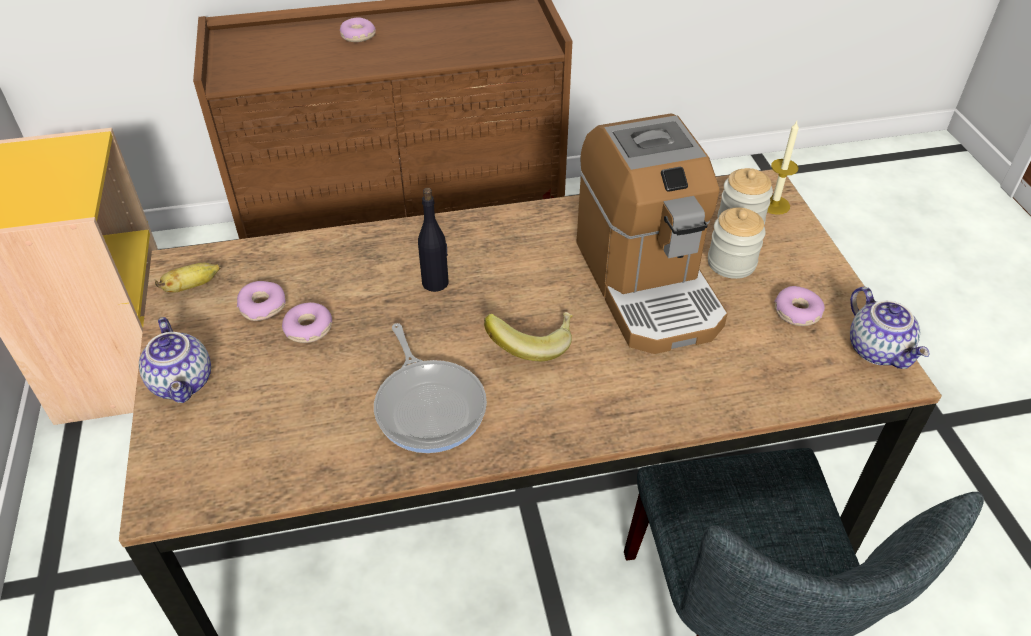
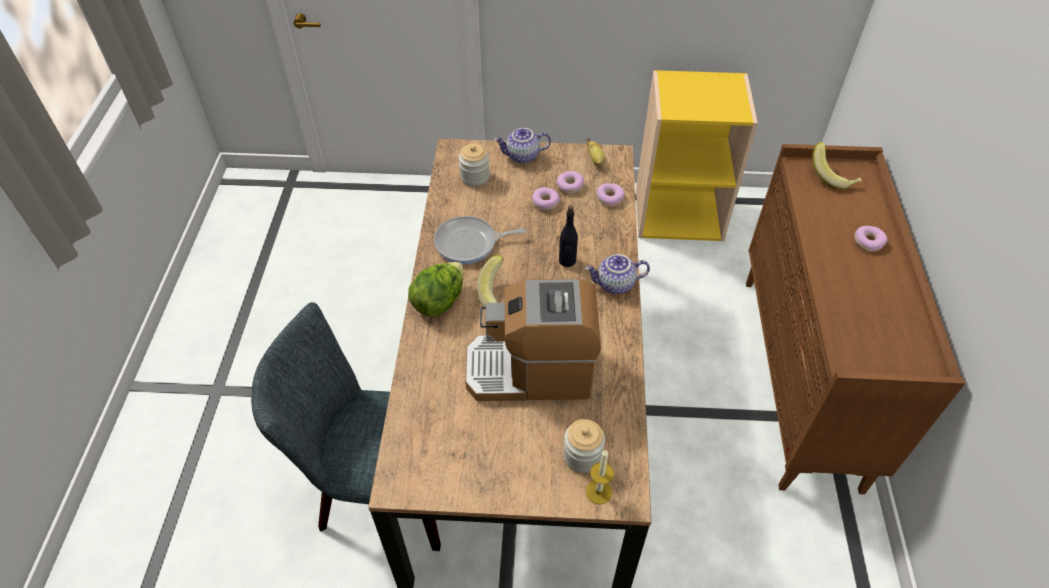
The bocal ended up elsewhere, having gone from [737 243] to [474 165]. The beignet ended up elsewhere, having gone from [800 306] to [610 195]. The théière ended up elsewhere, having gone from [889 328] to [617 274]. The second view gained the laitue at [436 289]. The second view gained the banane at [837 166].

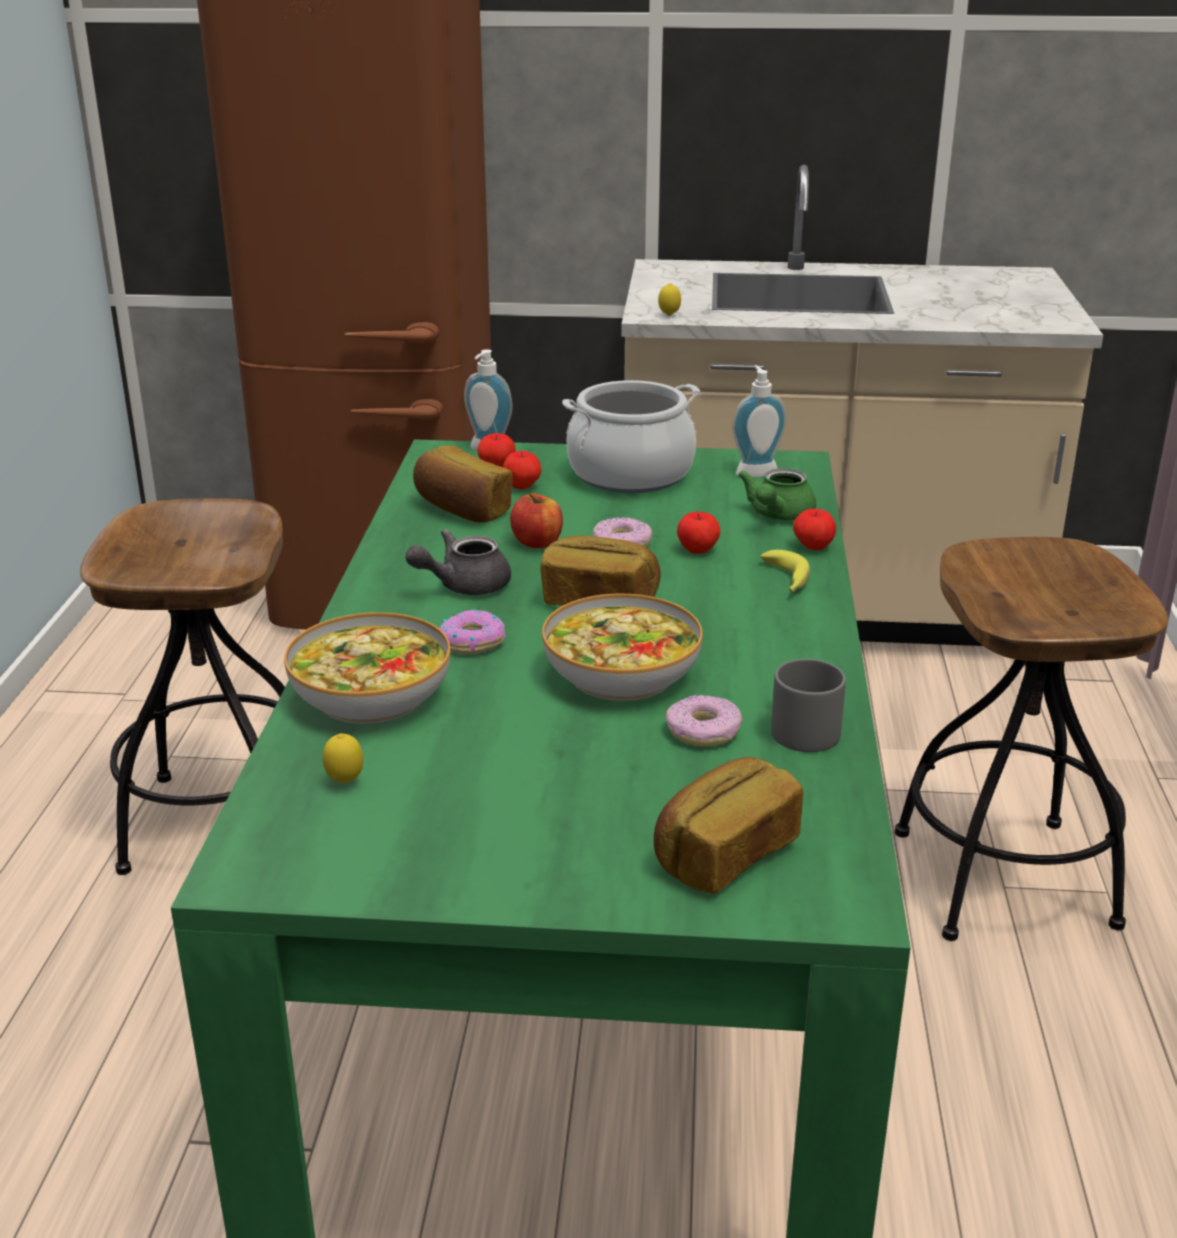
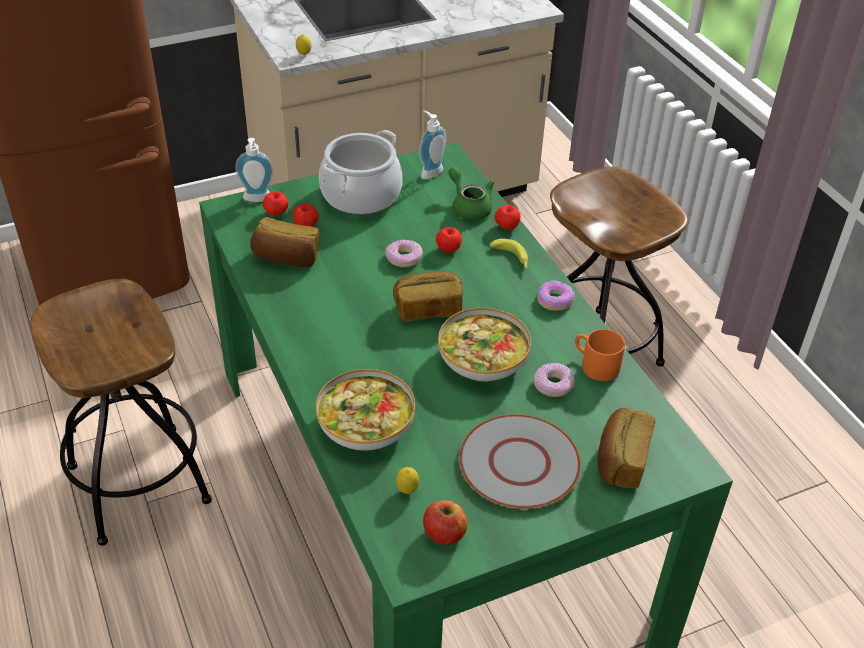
The second view lost the théière [gris] at [458 562]. The beignet ended up elsewhere, having gone from [472 631] to [556 295]. The pomme ended up elsewhere, having gone from [536 520] to [445 522]. The théière [vert] at [777 494] ended up facing another way, 150 degrees clockwise from before. What was the mug [gris] at [808 705] turned into the mug [orange] at [600 355]. The second view gained the assiette [gris] at [520 461].

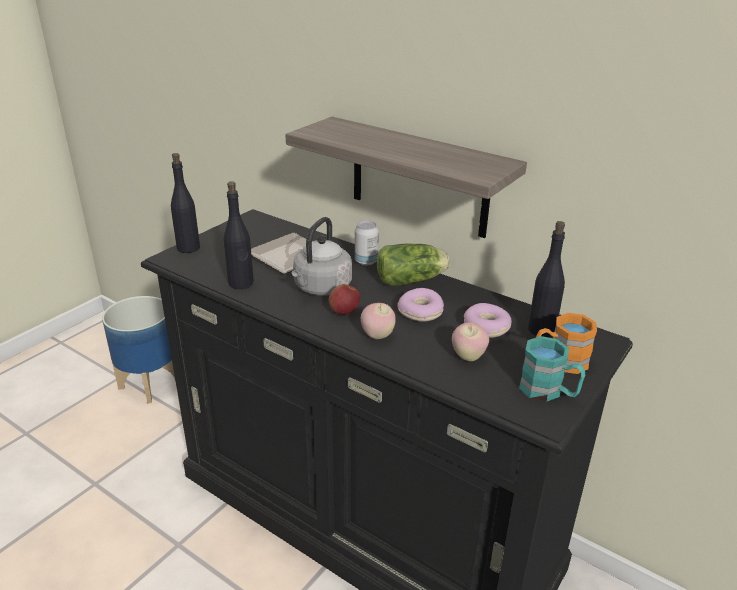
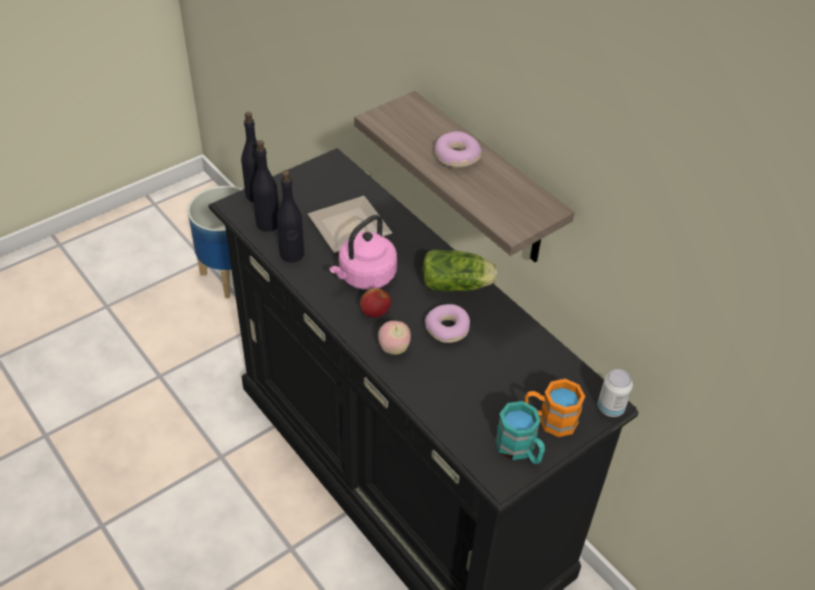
What was the bouilloire [gris] at [322 256] turned into the bouilloire [rose] at [363 252]. The boîte métallique ended up elsewhere, having gone from [367 243] to [615 393]. The second view lost the pomme at [470 341]. The beignet ended up elsewhere, having gone from [487 320] to [458 149]. The bouteille [noir] ended up elsewhere, having gone from [546 279] to [265 186].

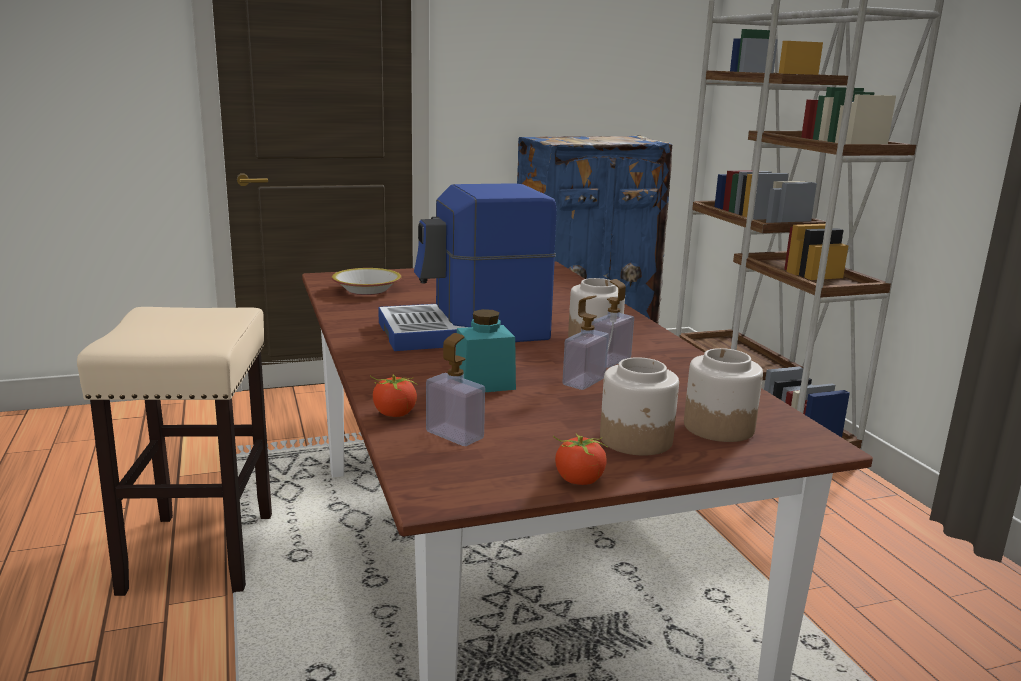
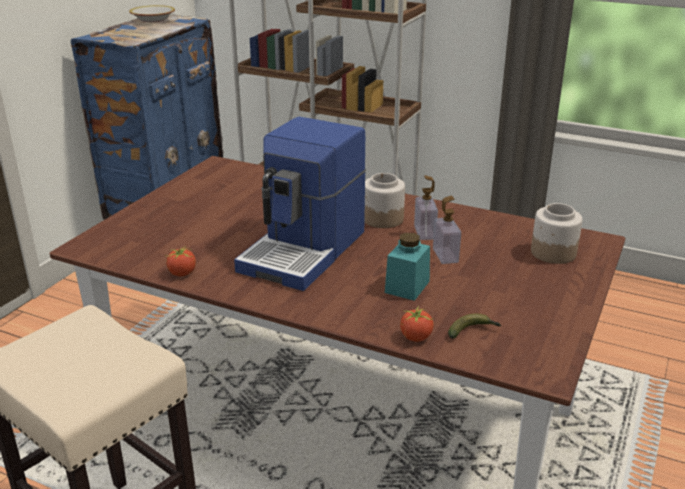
The bol ended up elsewhere, having gone from [367 281] to [152 13]. Where the distributeur de savon stood at [455 389], the banane came to stand at [474 326]. The tomate ended up elsewhere, having gone from [580 459] to [180 261]. The second view lost the bocal at [639 406].

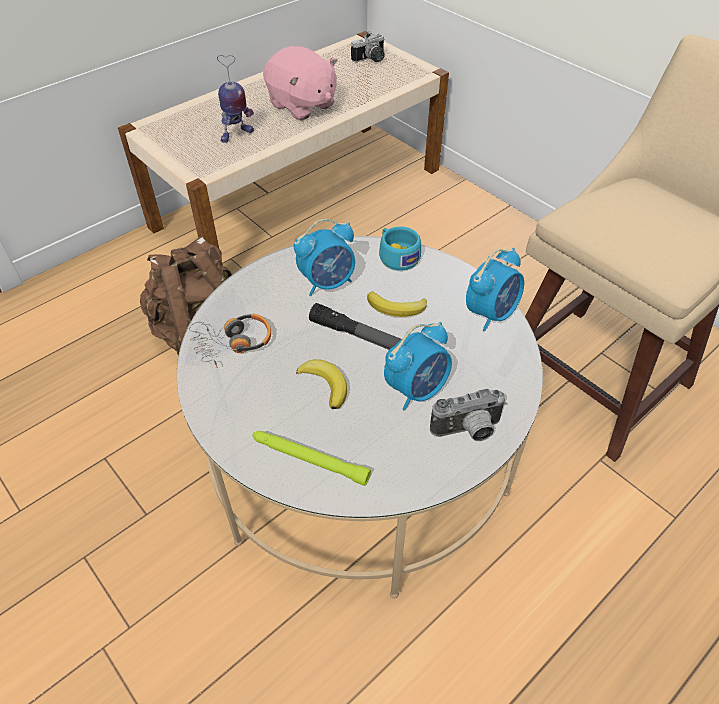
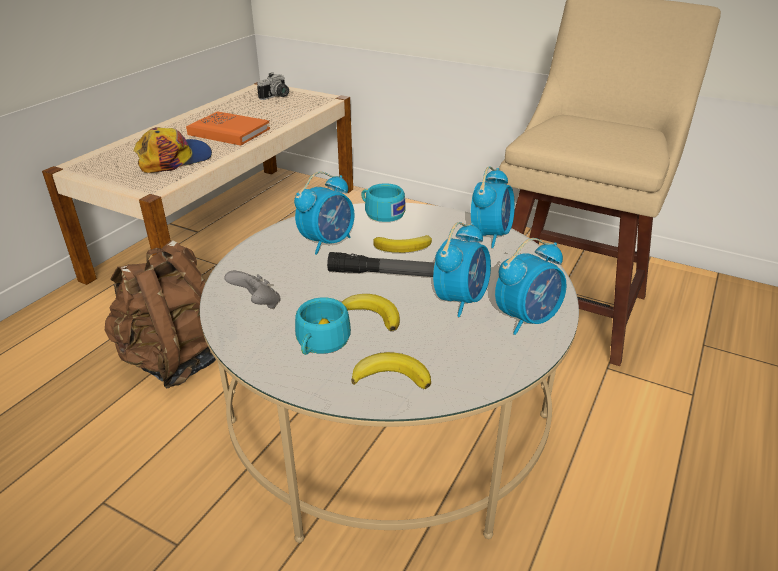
Where the casque audio stood at [230 341], the manette [gris] came to stand at [252 290]. Where the robot jouet stood at [235 99], the casquette came to stand at [173 150]. Where the lampe de poche [vert] stood at [311 458], the banane came to stand at [391 370]. Where the peluche [rose] stood at [300 83], the livre [orange] came to stand at [228 128]. Where the appareil photo stood at [468 415], the réveil came to stand at [531 286]. The second view gained the tasse [turquoise] at [323 326].

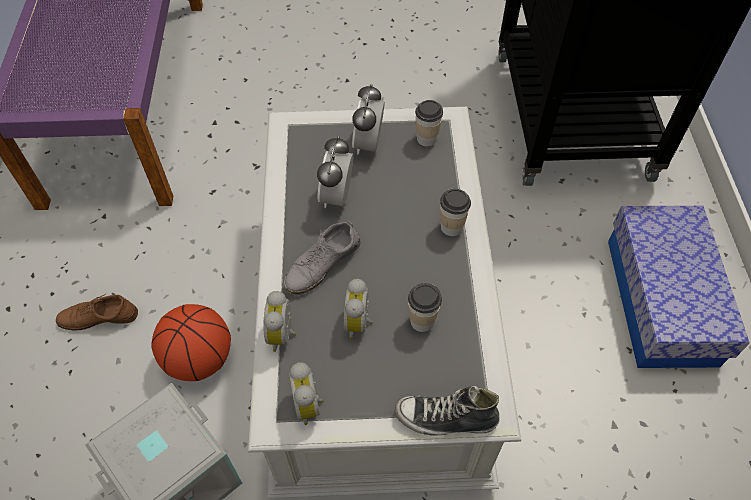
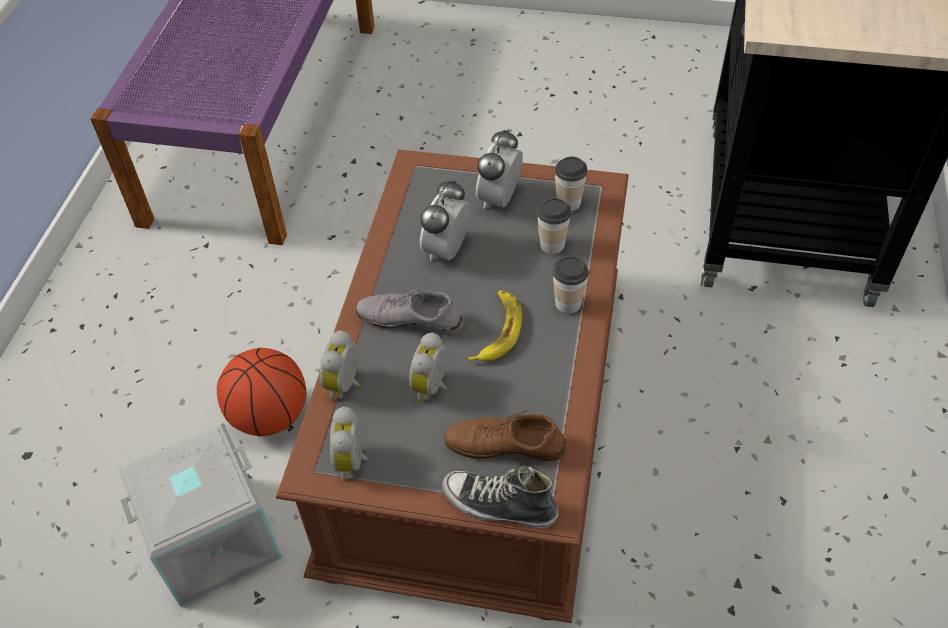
The chaussure [marron] ended up elsewhere, having gone from [97 311] to [505 435]. What was the table basse [blanc] at [384 303] turned into the table basse [marron] at [452 386]. The chaussure [gris] at [322 258] ended up facing another way, 45 degrees clockwise from before. The tasse ended up elsewhere, having gone from [425 307] to [554 226]. The second view lost the boîte de rangement at [678 287]. The second view gained the banane at [495 325].

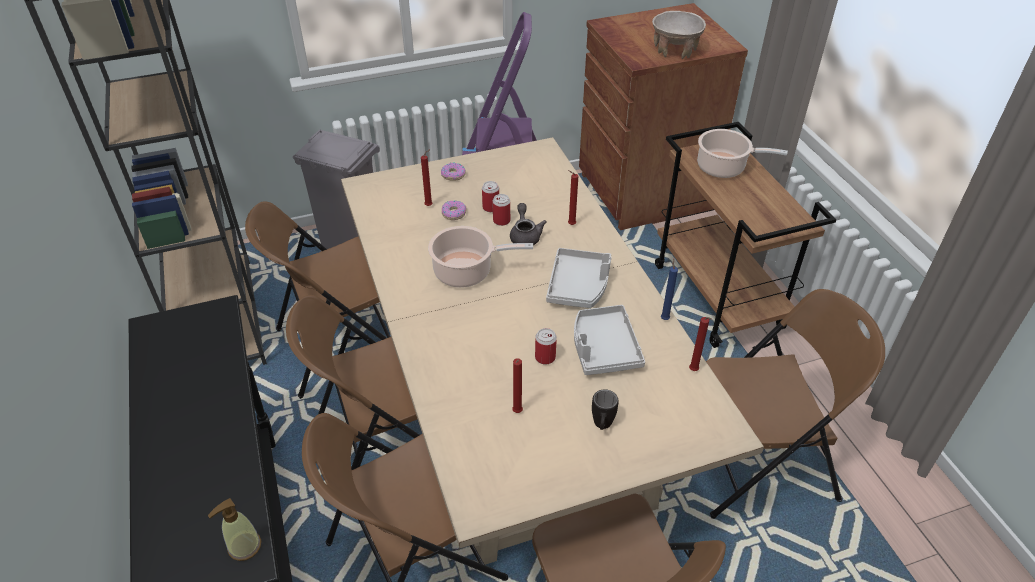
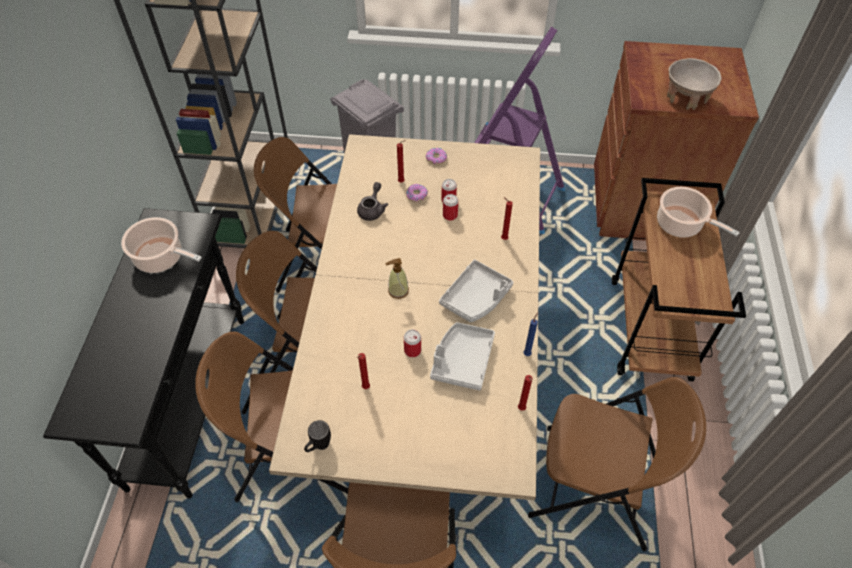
The distributeur de savon ended up elsewhere, having gone from [234 529] to [397 278]. The marmite ended up elsewhere, having gone from [480 257] to [161 245]. The théière [gris] ended up elsewhere, having gone from [528 224] to [372 201]. The mug [noir] ended up elsewhere, having gone from [605 409] to [317 436].

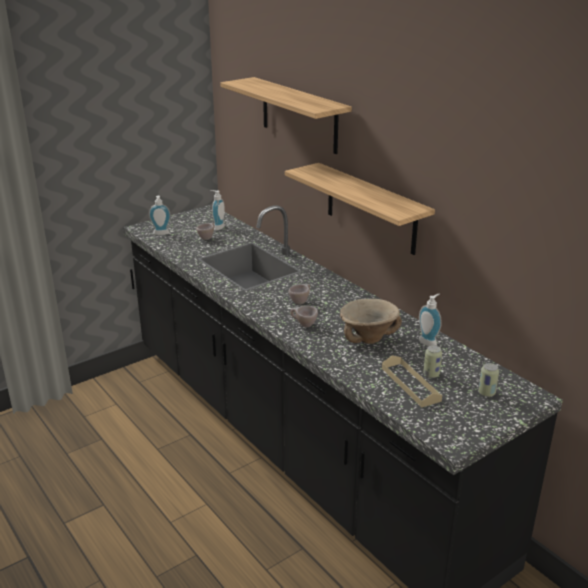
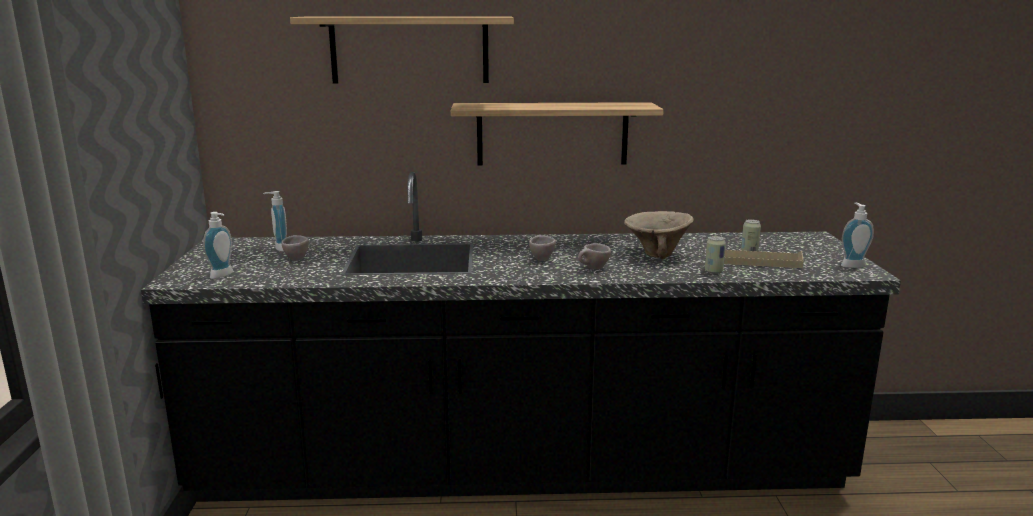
The distributeur de savon ended up elsewhere, having gone from [430 320] to [857 235]. The boîte métallique ended up elsewhere, having gone from [488 380] to [715 255].

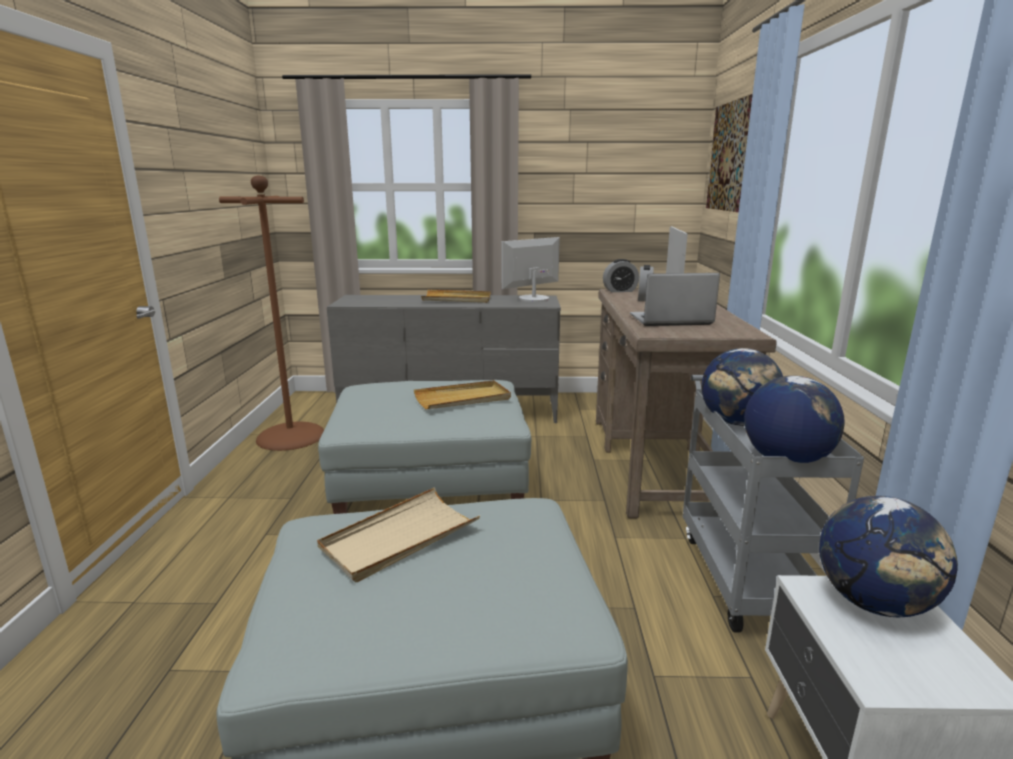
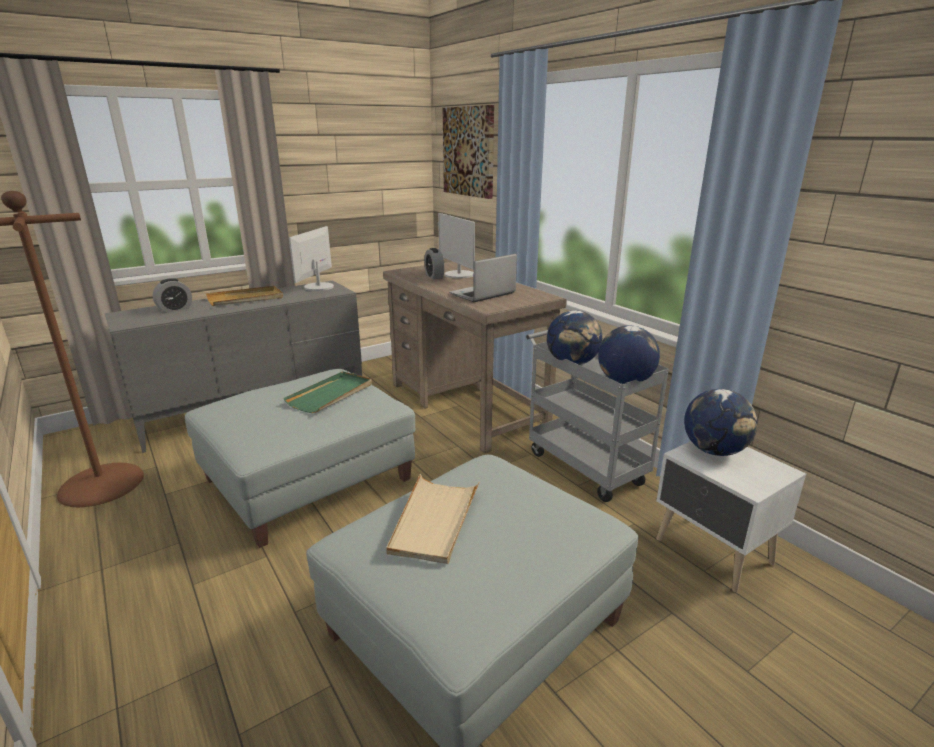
What was the plateau [beige] at [462 394] turned into the plateau [vert] at [328 392]. The réveil ended up elsewhere, having gone from [621 275] to [172 295].

